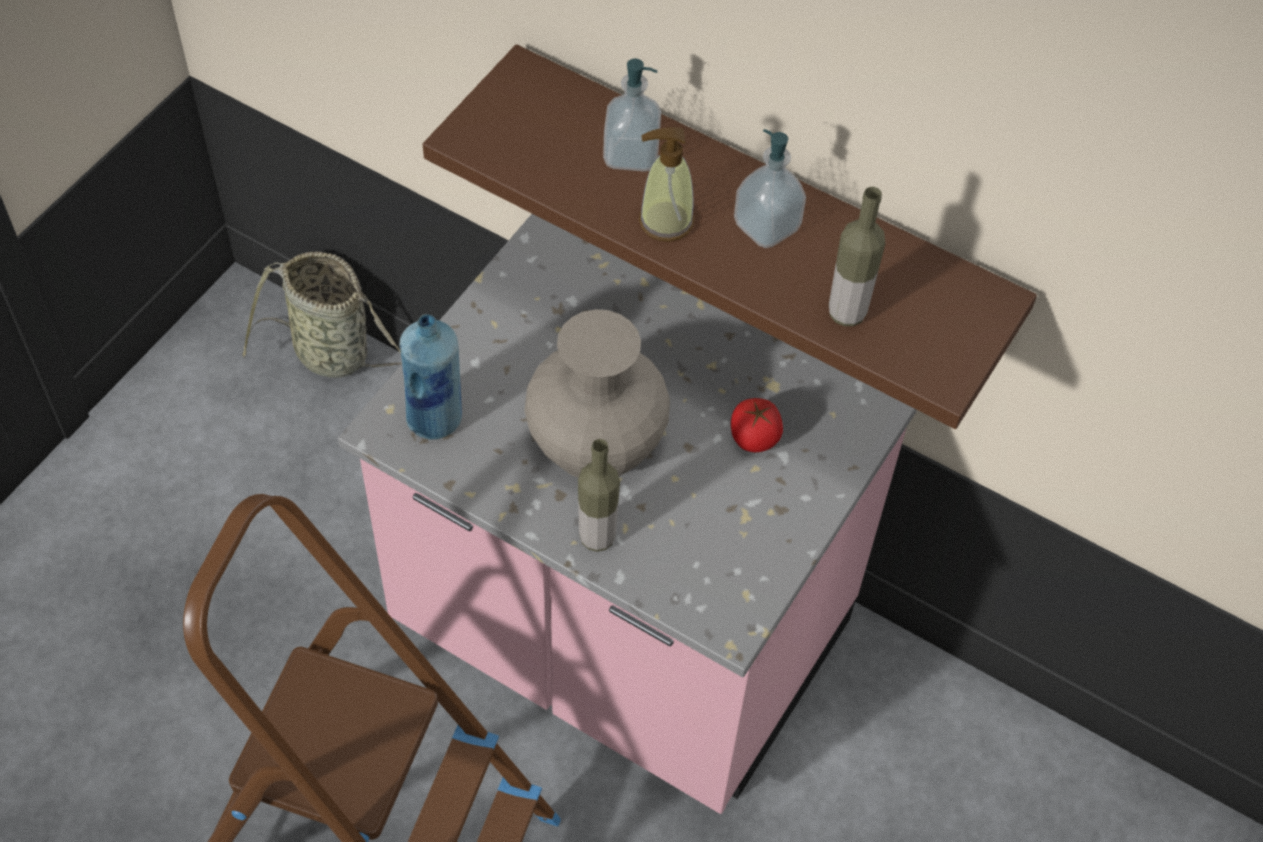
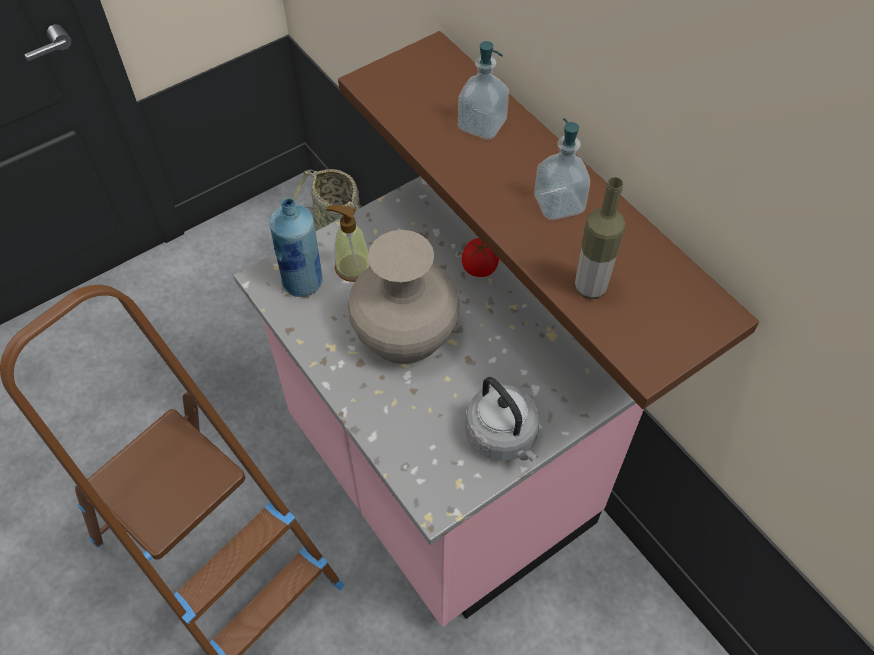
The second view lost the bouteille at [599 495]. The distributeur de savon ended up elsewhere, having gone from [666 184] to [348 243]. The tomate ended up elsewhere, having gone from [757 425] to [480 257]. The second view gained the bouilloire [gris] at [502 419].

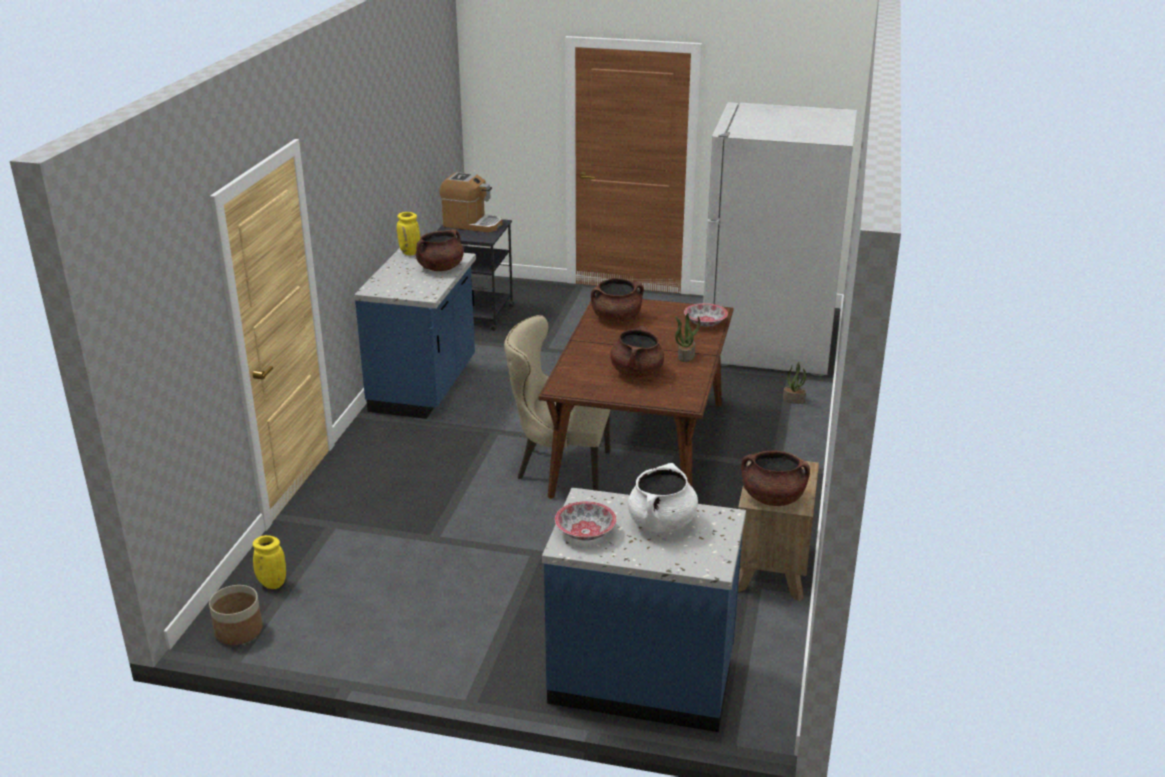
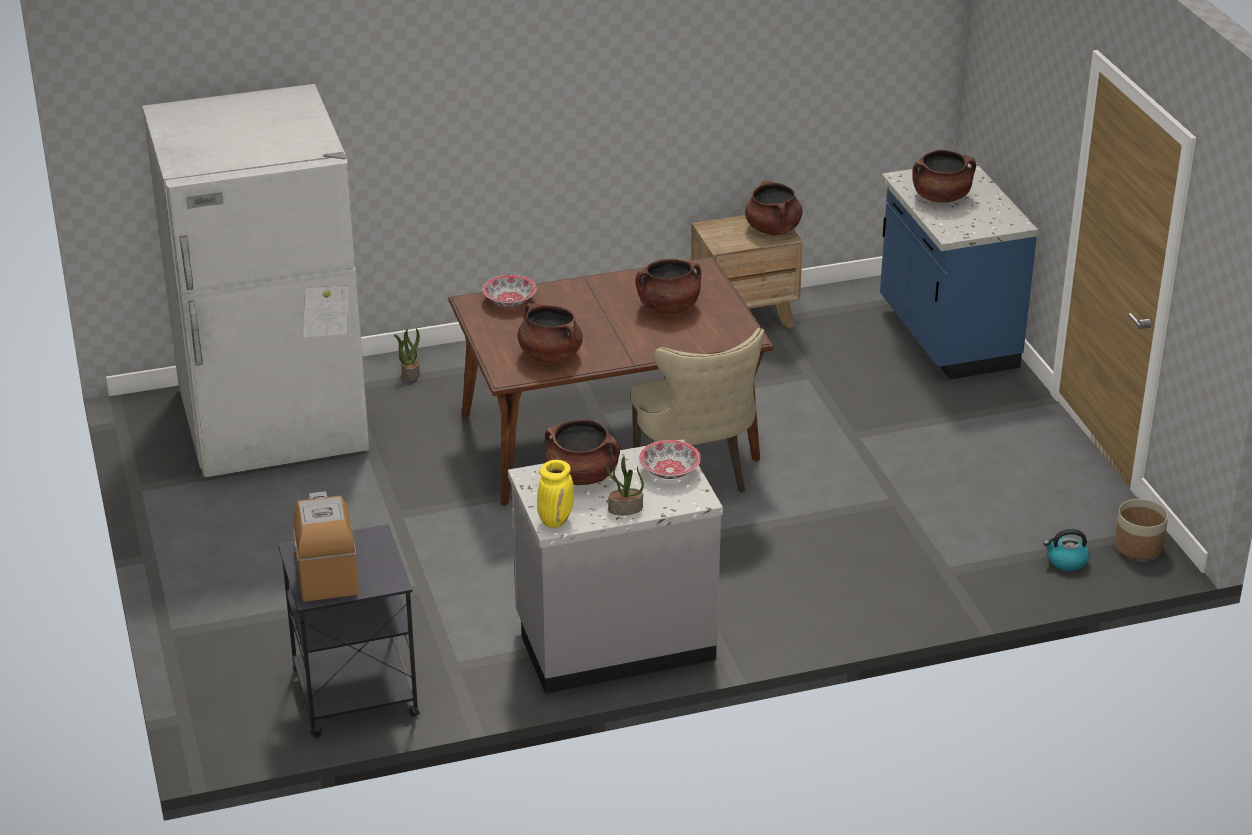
Where the vase [jaune] stood at [269 562], the bouilloire came to stand at [1066 550]. What was the comptoir de cuisine [bleu] at [415 333] turned into the comptoir de cuisine [gris] at [615 566]. The bol ended up elsewhere, having gone from [586 521] to [670 459]. What was the marmite [blanc] at [663 498] turned into the marmite [marron] at [944 176]. The plante en pot ended up elsewhere, having gone from [687 337] to [625 486].

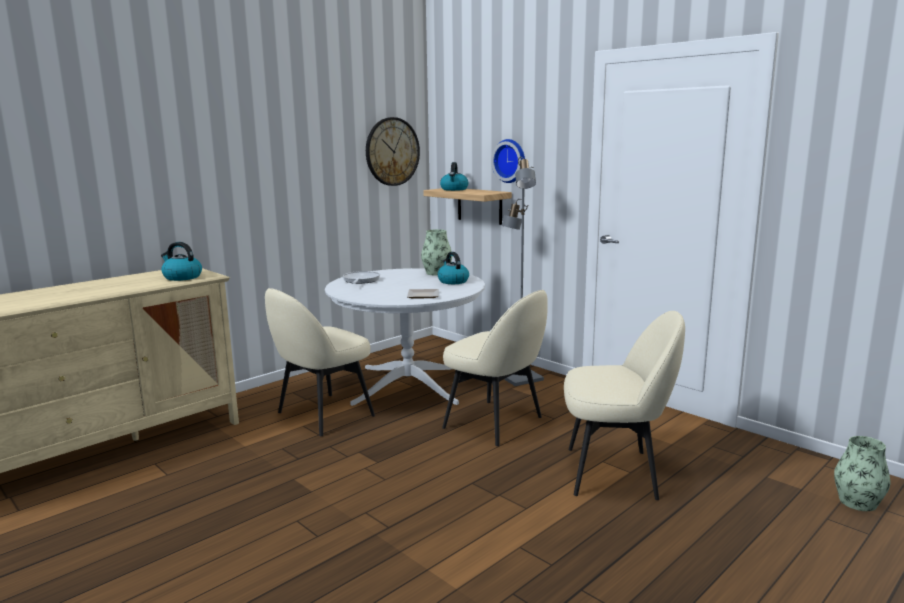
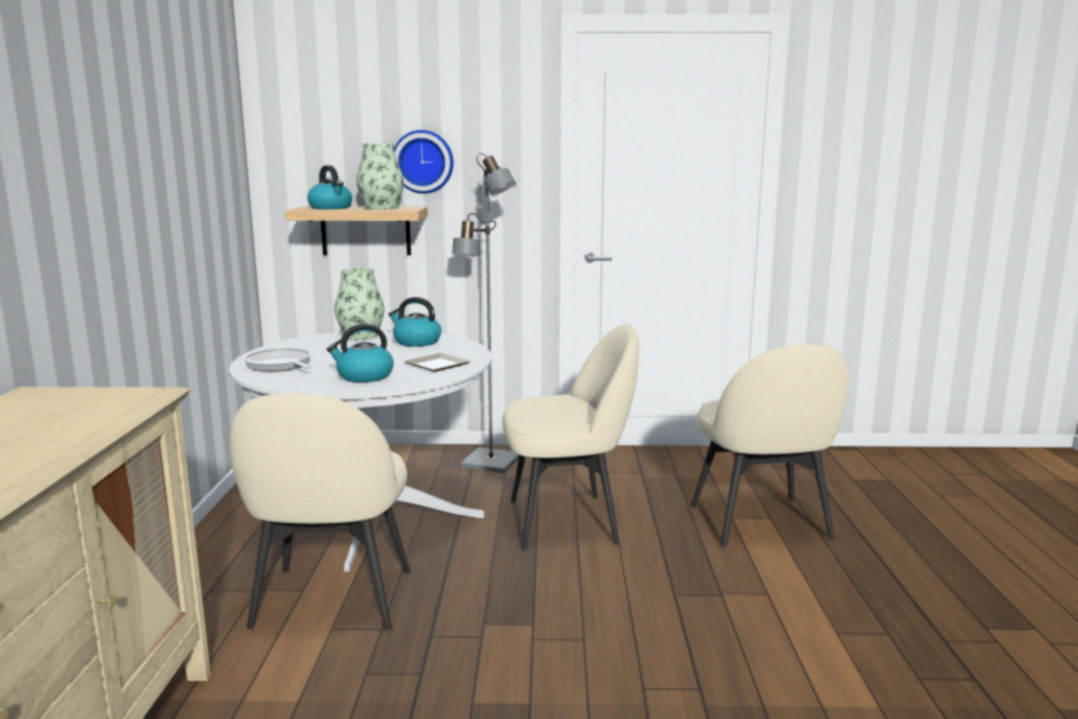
The bouilloire ended up elsewhere, having gone from [181 261] to [360 353]. The second view lost the horloge murale at [393 151]. The chaise [beige] at [624 405] ended up facing another way, 120 degrees clockwise from before. The vase ended up elsewhere, having gone from [862 473] to [380 176].

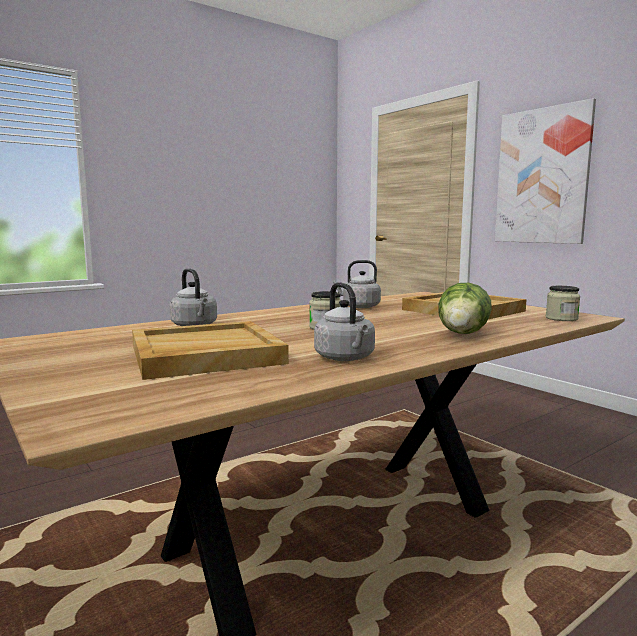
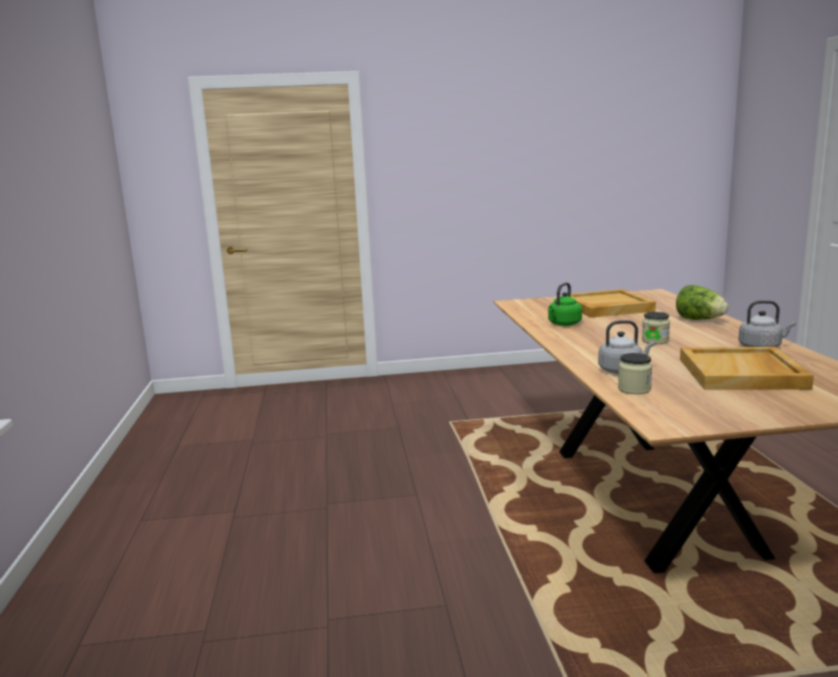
What was the bouilloire [gris] at [357 284] turned into the bouilloire [vert] at [565 304]. The second view lost the tableau at [545 171]. The bocal ended up elsewhere, having gone from [563 303] to [635 373].

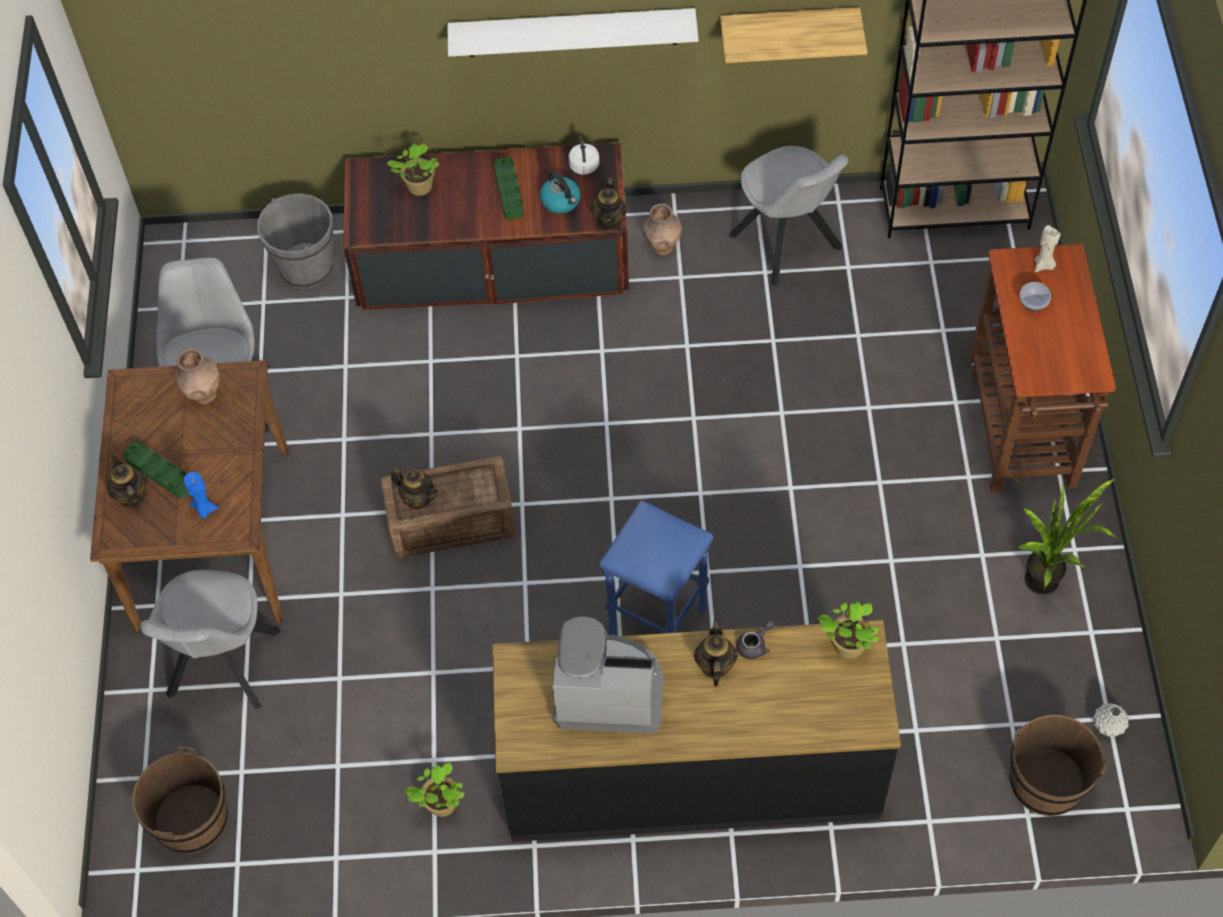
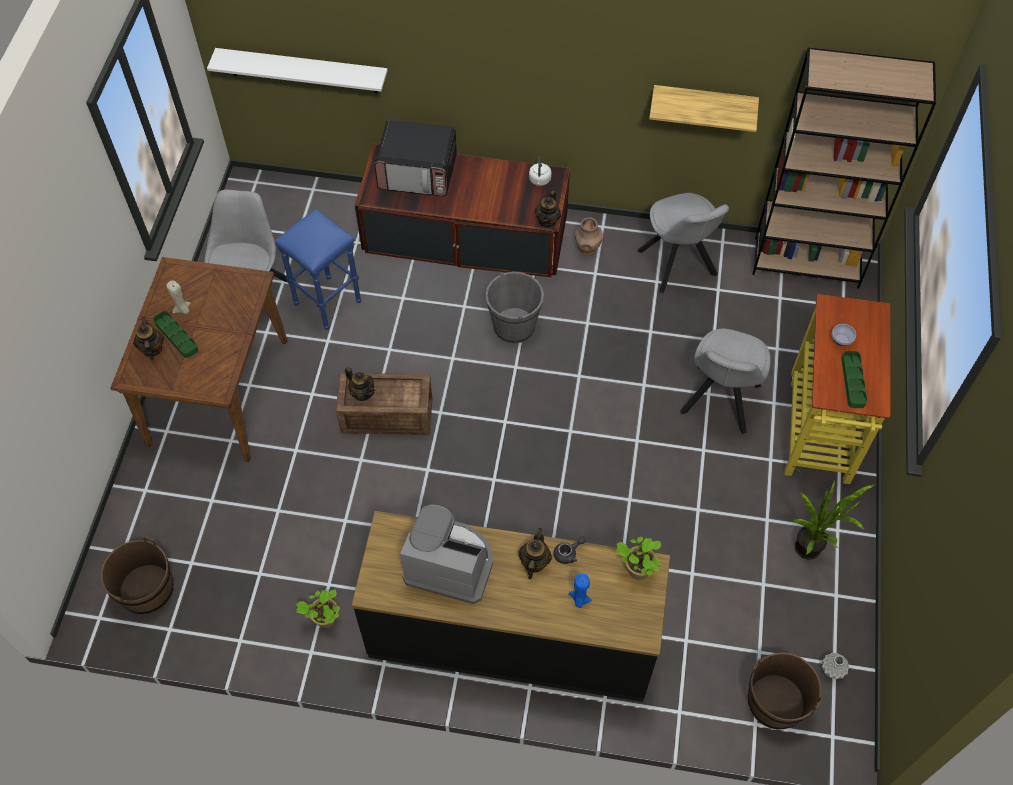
The chaise [gris] ended up elsewhere, having gone from [210 639] to [725 381]. The second view lost the vase [marron] at [196 376]. The bougie [bleu] ended up elsewhere, having gone from [201 495] to [580 590]. The seau [gris] ended up elsewhere, having gone from [295 241] to [514 307]. Where the plante en pot stood at [412 169], the micro-ondes came to stand at [415 158]. The étagère [blanc] ended up elsewhere, having gone from [572 32] to [297 70]. The plateau [vert] ended up elsewhere, having gone from [508 188] to [854 379]. The second view lost the bouilloire at [560 192]. The tabouret [bleu] ended up elsewhere, having gone from [656 567] to [318 269]. What was the chariot [marron] at [1043 368] turned into the chariot [jaune] at [837 389]. The bougie [beige] ended up elsewhere, having gone from [1047 248] to [178 297].

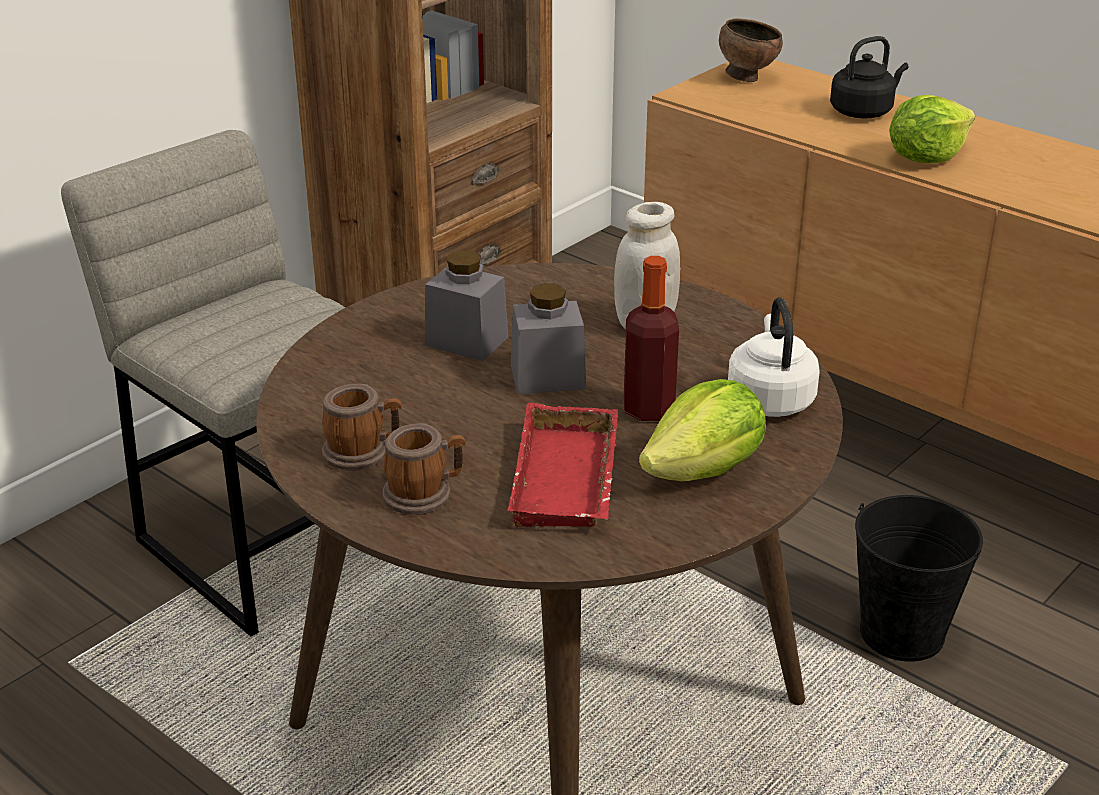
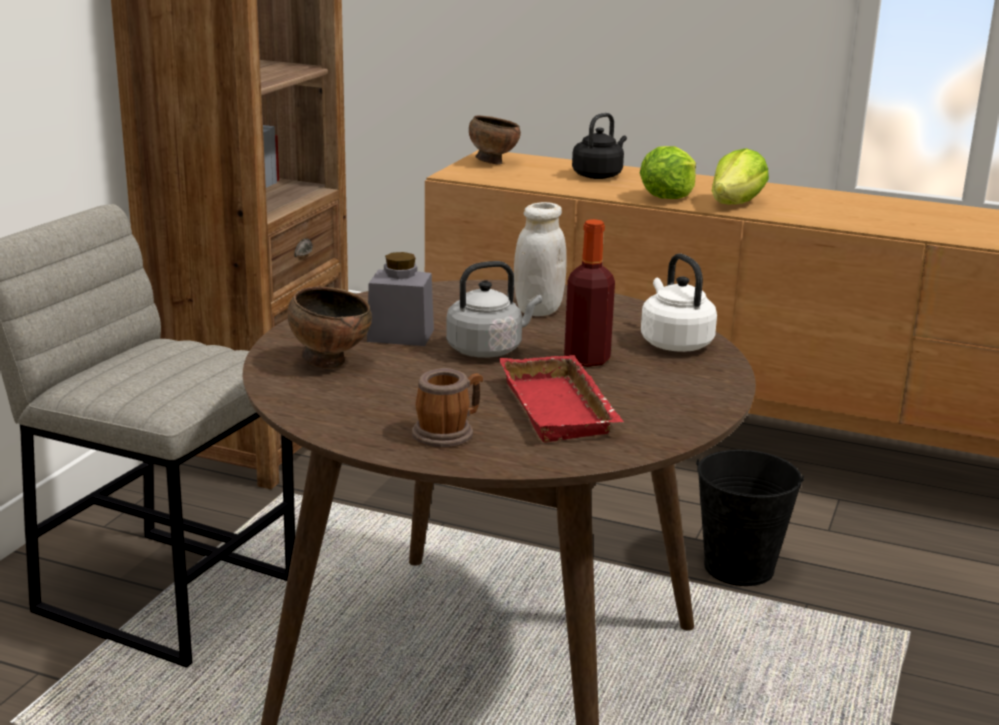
The second view lost the mug at [362 427]. Where the bocal [gris] stood at [548 338], the bouilloire [gris] came to stand at [494 309]. The laitue ended up elsewhere, having gone from [702 430] to [740 176]. The second view gained the bol [marron] at [330 327].

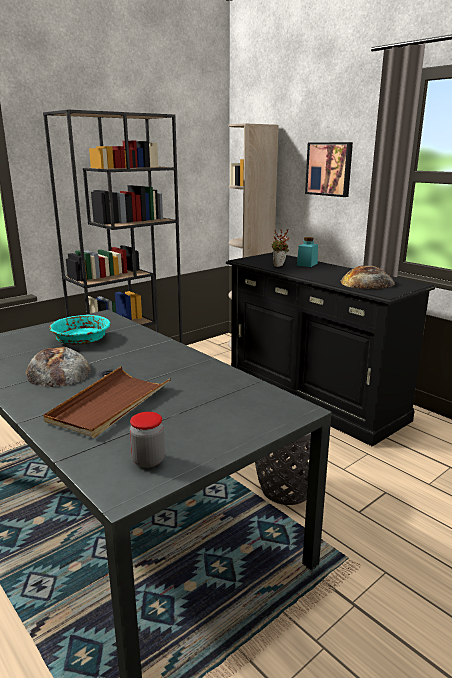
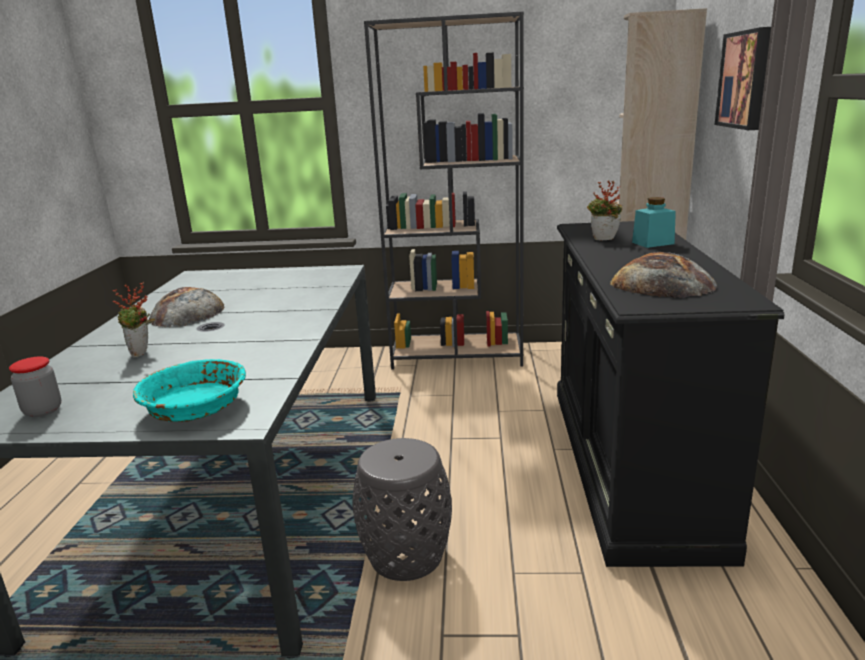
Where the plateau [marron] stood at [107 402], the plante en pot came to stand at [134 319]. The bol [turquoise] ended up elsewhere, having gone from [79 330] to [189 390].

